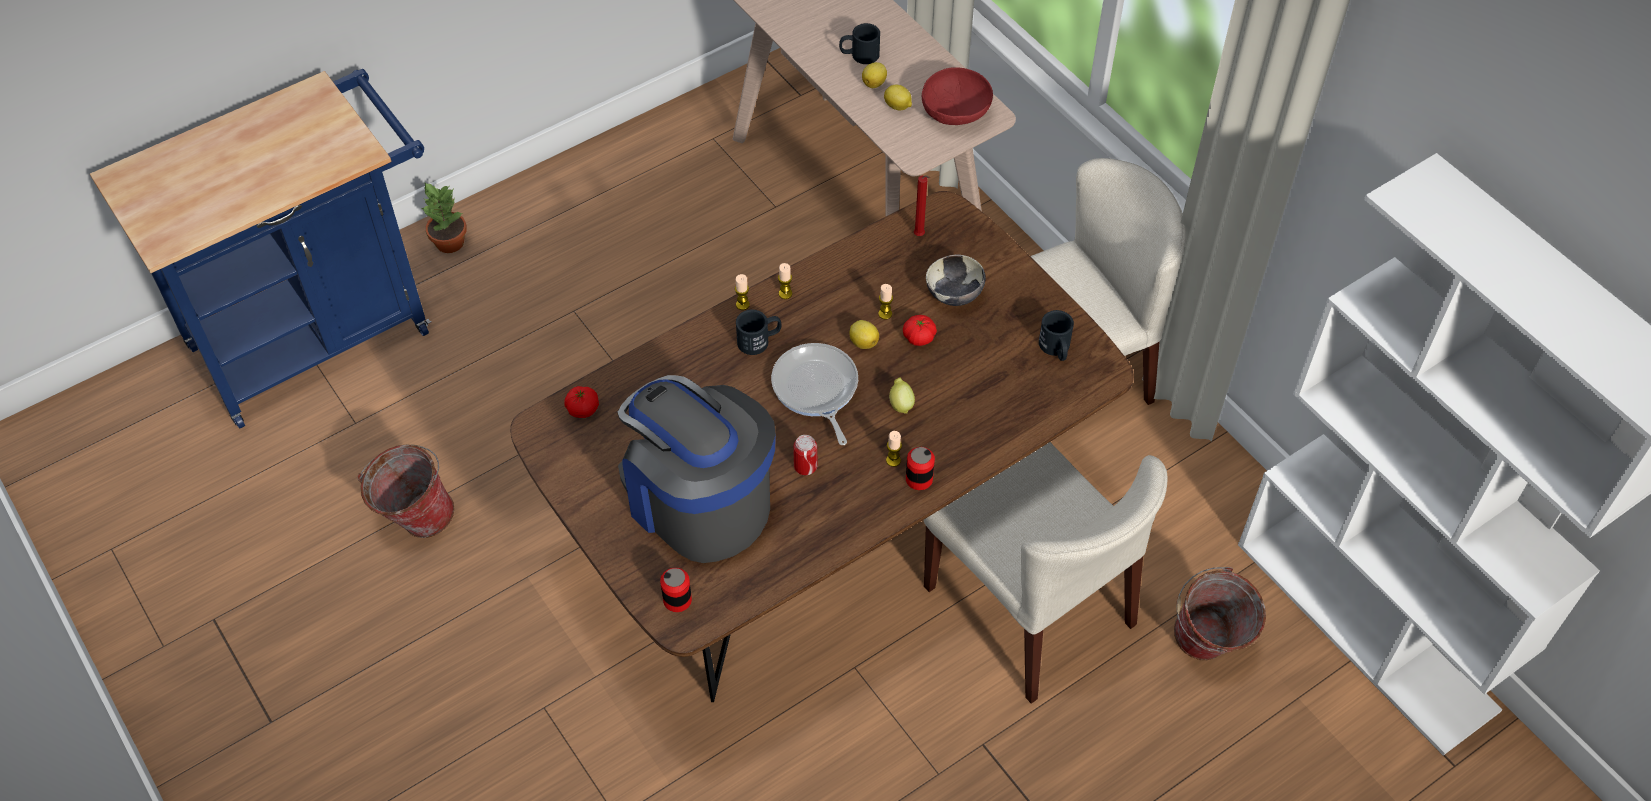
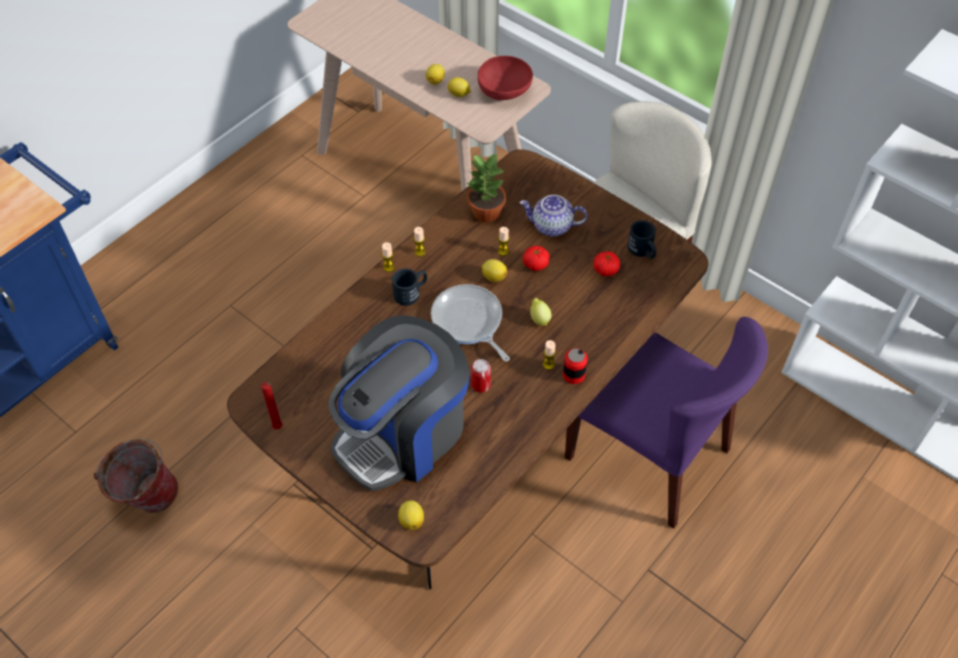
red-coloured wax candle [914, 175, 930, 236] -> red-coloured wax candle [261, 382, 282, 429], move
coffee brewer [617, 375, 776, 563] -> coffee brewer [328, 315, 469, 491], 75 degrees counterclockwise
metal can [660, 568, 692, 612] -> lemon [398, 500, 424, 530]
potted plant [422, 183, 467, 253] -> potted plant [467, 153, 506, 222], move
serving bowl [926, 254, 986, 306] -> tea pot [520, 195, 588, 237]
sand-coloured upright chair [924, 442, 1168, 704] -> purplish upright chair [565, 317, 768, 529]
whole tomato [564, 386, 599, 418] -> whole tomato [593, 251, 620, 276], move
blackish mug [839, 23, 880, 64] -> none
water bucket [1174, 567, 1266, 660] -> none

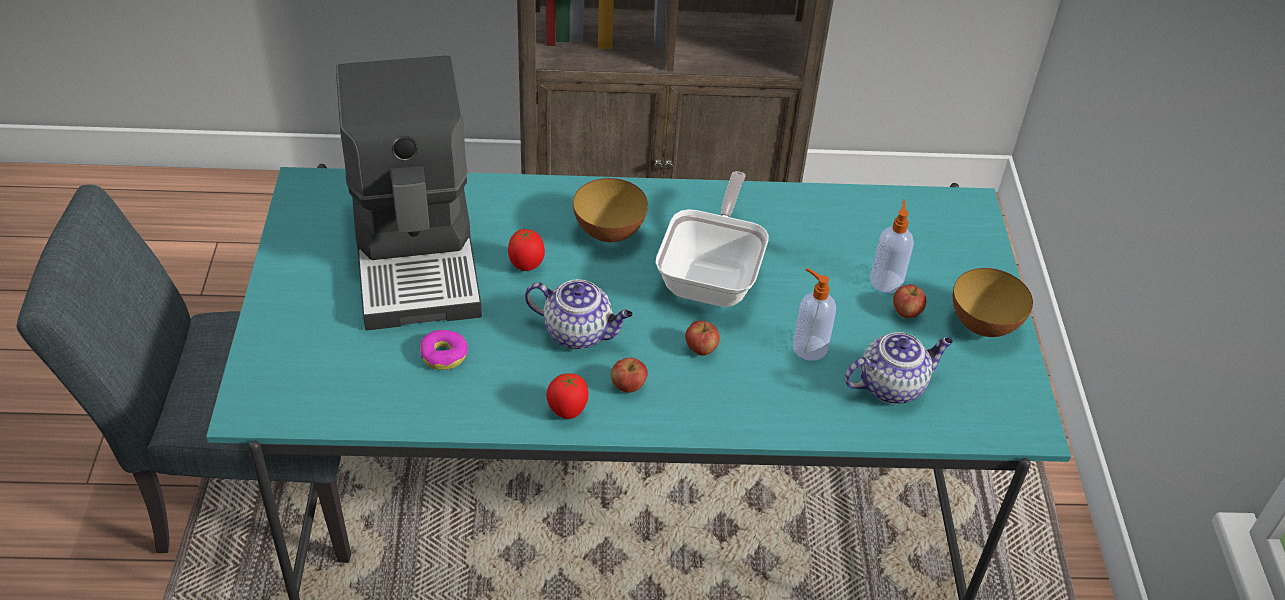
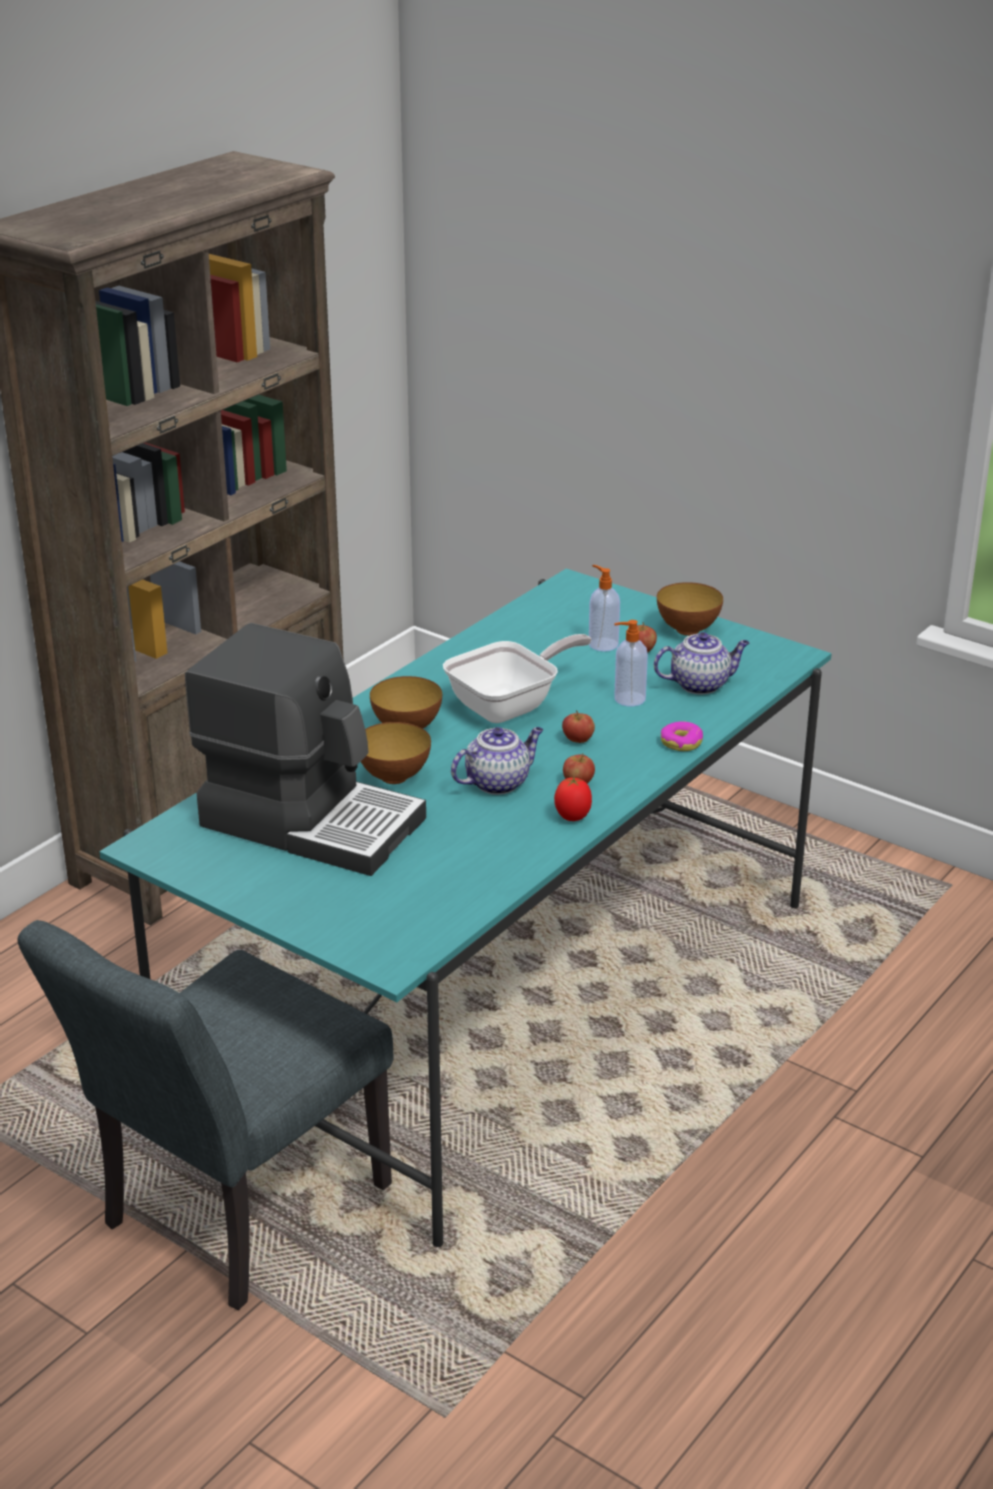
whole tomato [508, 228, 545, 271] -> serving bowl [361, 722, 431, 784]
frying pan [655, 171, 769, 307] -> frying pan [443, 634, 592, 723], 90 degrees clockwise
tea pot [844, 332, 953, 404] -> tea pot [654, 632, 750, 695], 60 degrees clockwise
doughnut [420, 330, 468, 370] -> doughnut [661, 721, 703, 751], move

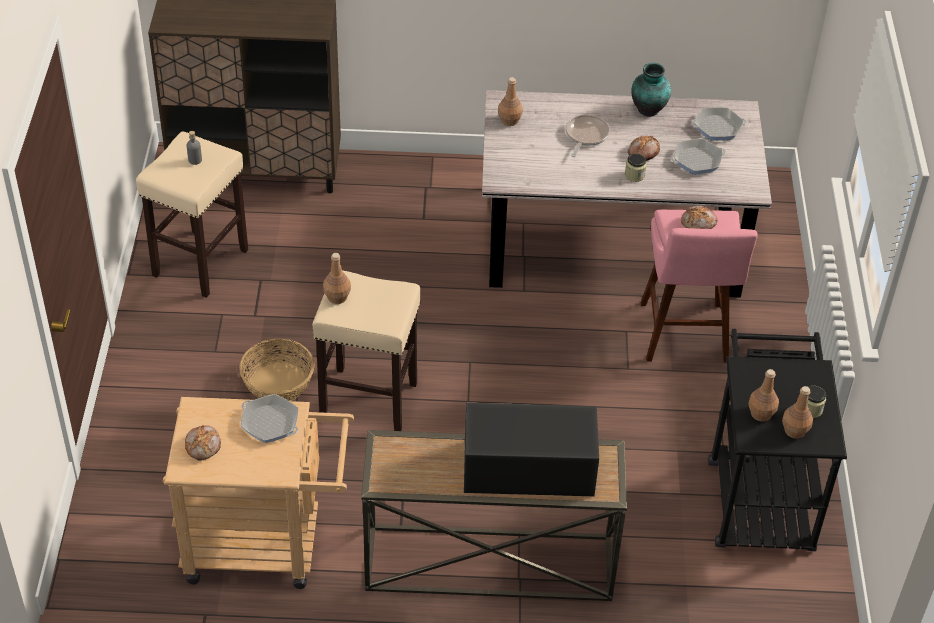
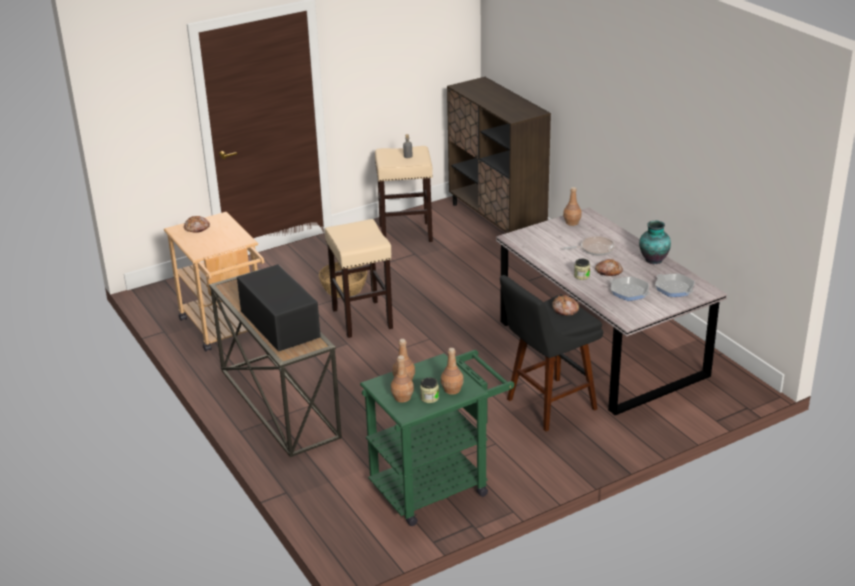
blackish trolley [708, 329, 847, 551] -> green-coloured trolley [360, 350, 514, 526]
brownish bottle [323, 253, 351, 304] -> brownish bottle [441, 348, 464, 395], move
pink stool [641, 210, 758, 363] -> blackish stool [500, 275, 603, 432]
frying pan [241, 394, 298, 443] -> none

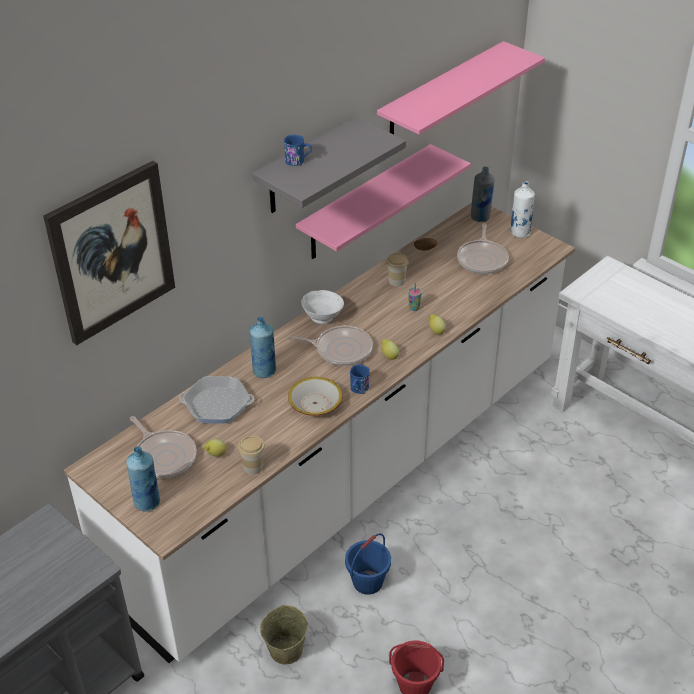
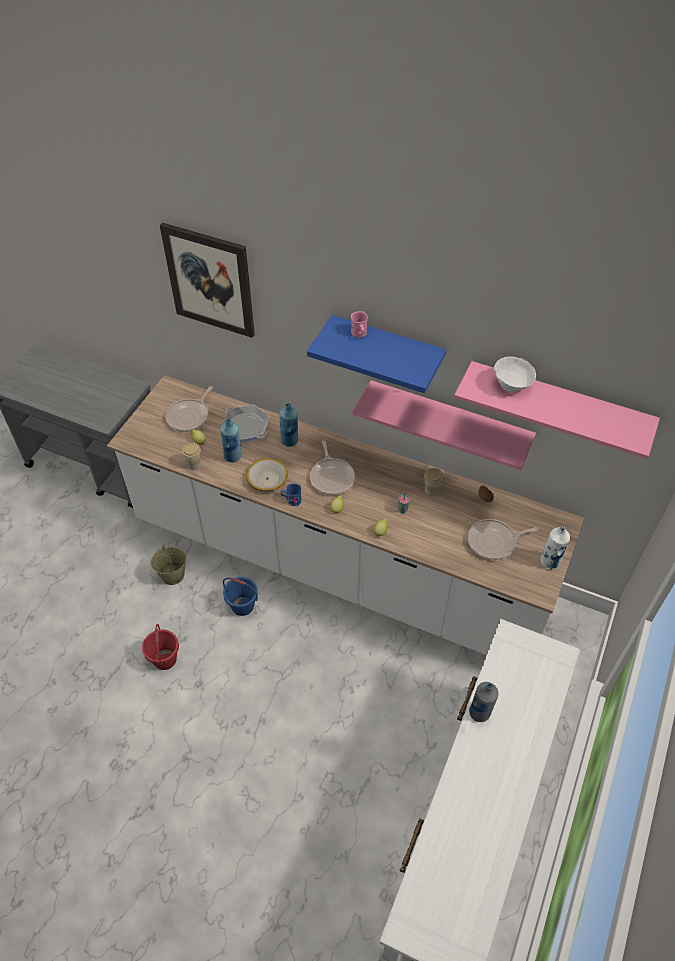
bluish bottle [126, 446, 160, 511] -> bluish bottle [220, 419, 242, 463], move
frying pan [179, 376, 254, 424] -> frying pan [222, 404, 270, 442], 150 degrees clockwise
gray bracket shelf [252, 117, 406, 213] -> bluish bracket shelf [307, 315, 446, 393]
bluish mug [284, 135, 312, 166] -> pink mug [351, 311, 368, 337]
gray bottle [471, 166, 495, 222] -> gray bottle [469, 682, 499, 722], move
white serving bowl [301, 290, 344, 324] -> white serving bowl [494, 356, 536, 392], move

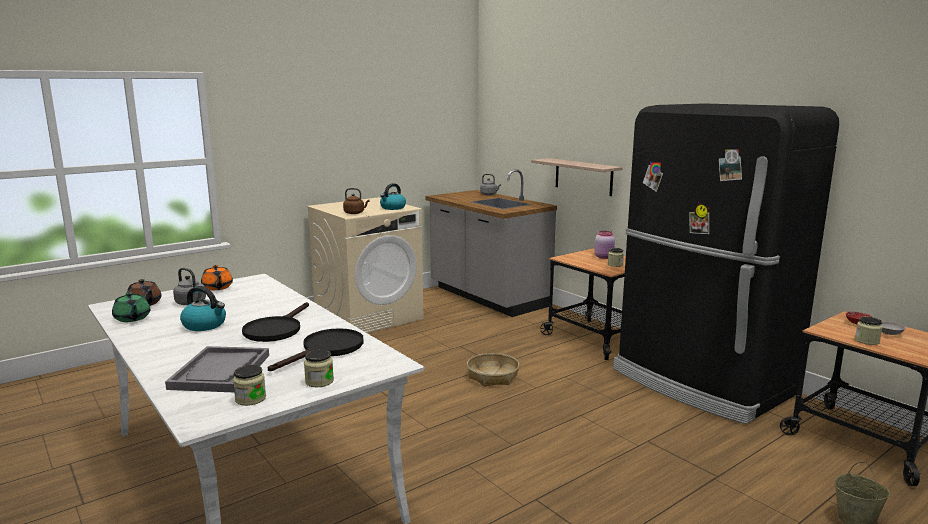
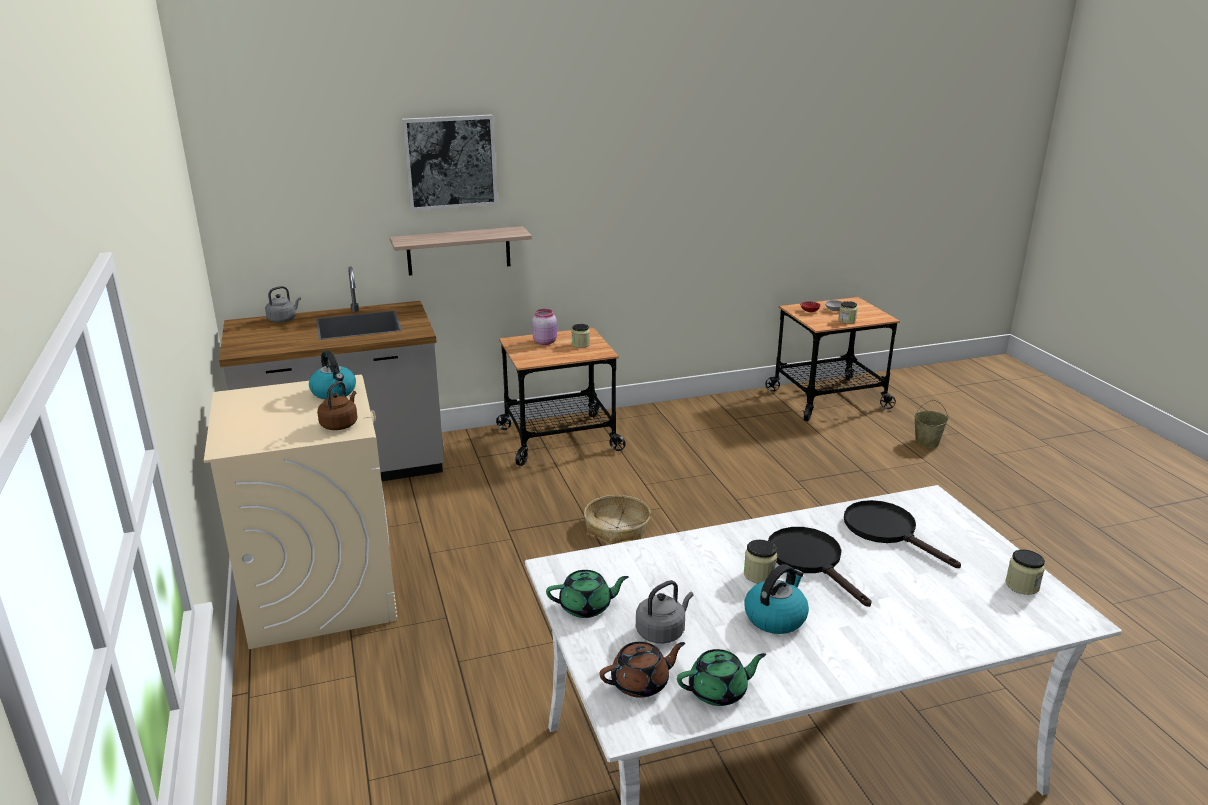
none -> wall picture [402, 115, 498, 211]
orange tea pot [201, 265, 233, 290] -> green-coloured tea pot [546, 570, 629, 618]
storage jar [304, 349, 334, 387] -> storage jar [744, 540, 777, 584], move
blackish frying pan [242, 302, 309, 342] -> blackish frying pan [768, 527, 871, 607], 150 degrees counterclockwise
gray carrying tray [165, 346, 269, 392] -> none
blackish fridge [613, 103, 839, 424] -> none

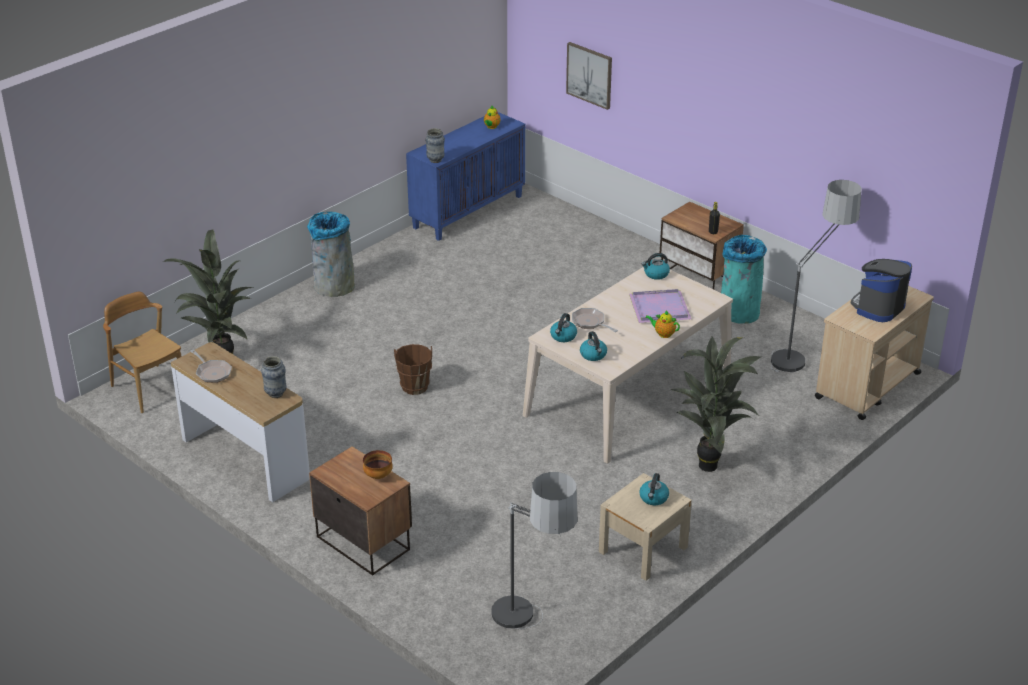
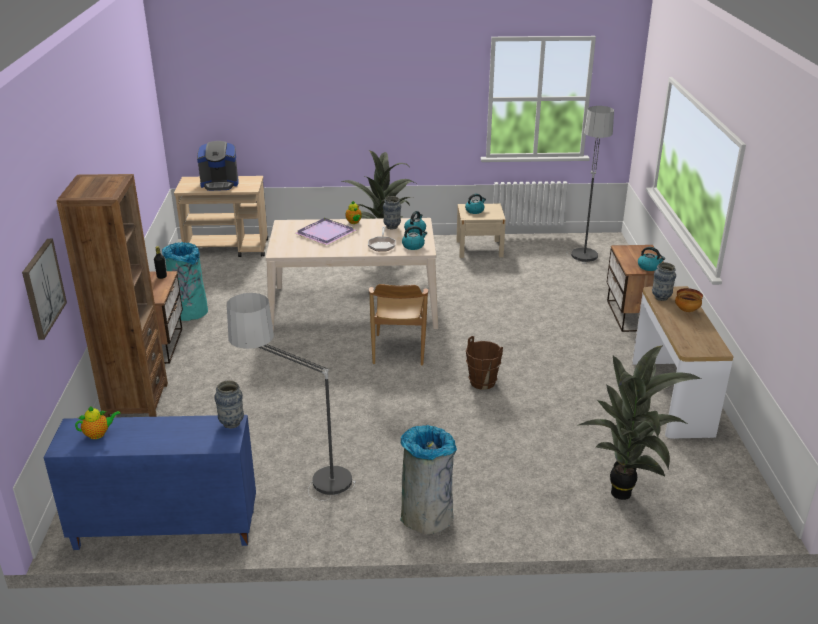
none -> brownish bookcase [56, 174, 168, 418]
standing lamp [771, 180, 862, 373] -> standing lamp [227, 293, 356, 501], move
brownish upright chair [103, 292, 182, 413] -> brownish upright chair [369, 284, 428, 366], move
none -> flower vase [383, 196, 401, 229]
kettle [642, 253, 670, 280] -> kettle [638, 247, 665, 271], move
serving bowl [363, 450, 393, 479] -> serving bowl [675, 288, 703, 312], move
frying pan [190, 349, 232, 383] -> none

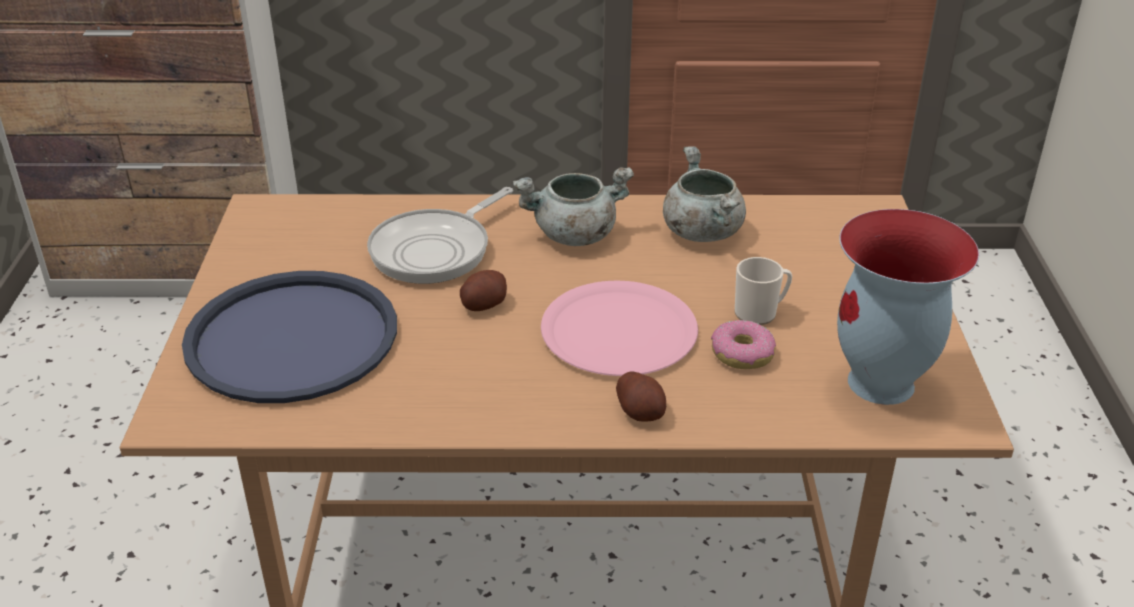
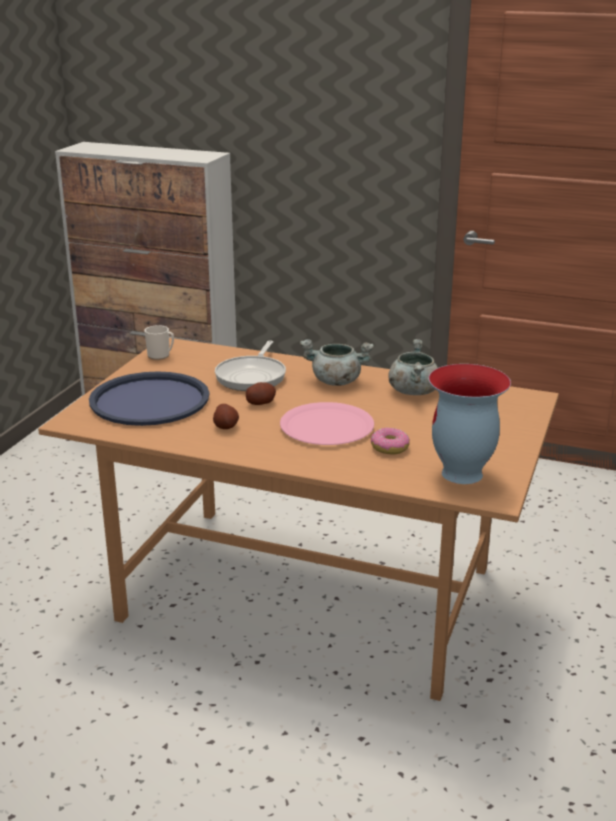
mug [735, 257, 792, 325] -> mug [144, 325, 174, 360], move
spud [616, 371, 666, 422] -> spud [213, 404, 239, 429], move
frying pan [367, 187, 513, 284] -> frying pan [215, 340, 286, 391], 45 degrees counterclockwise

